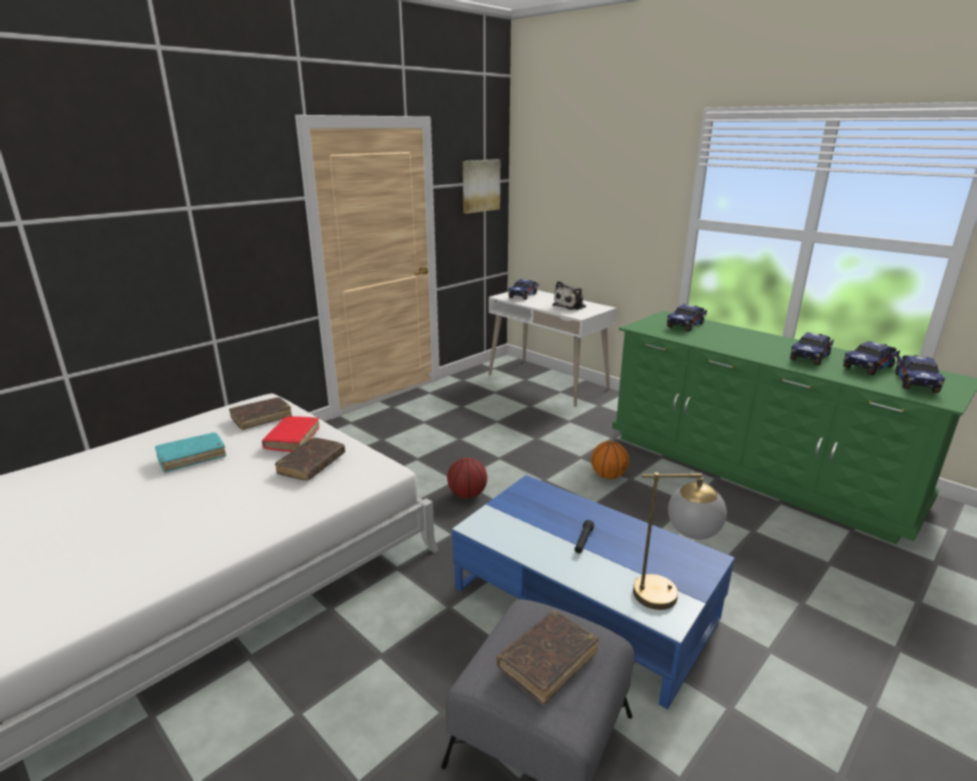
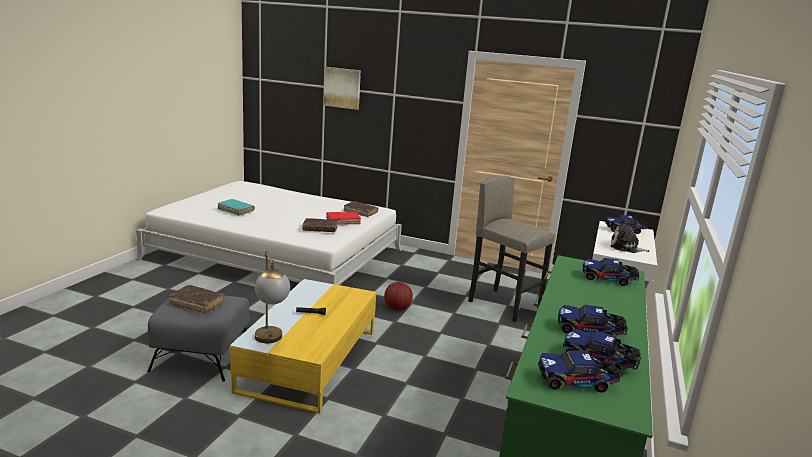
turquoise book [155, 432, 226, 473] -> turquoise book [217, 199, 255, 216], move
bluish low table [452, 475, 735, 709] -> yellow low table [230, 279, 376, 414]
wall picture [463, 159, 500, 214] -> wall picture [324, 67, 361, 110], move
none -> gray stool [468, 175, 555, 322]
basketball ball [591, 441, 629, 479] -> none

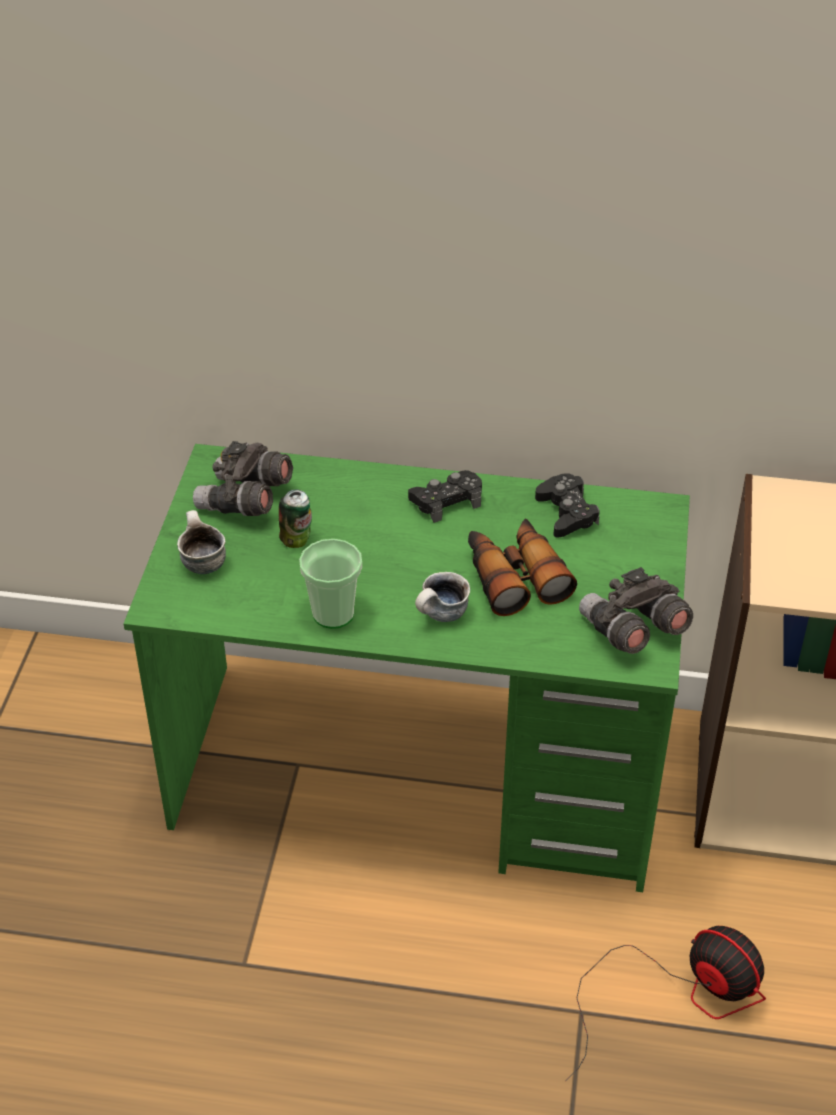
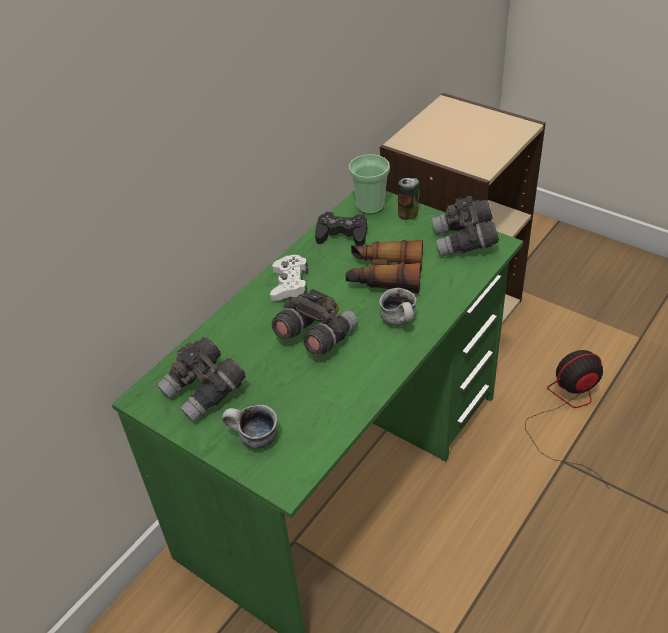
blackish gamepad [408, 470, 482, 523] -> white gamepad [270, 255, 308, 301]
none -> gray field glasses [272, 289, 358, 355]
cup [299, 539, 362, 629] -> cup [349, 154, 390, 215], move
metal can [279, 489, 312, 548] -> metal can [398, 178, 420, 220], move

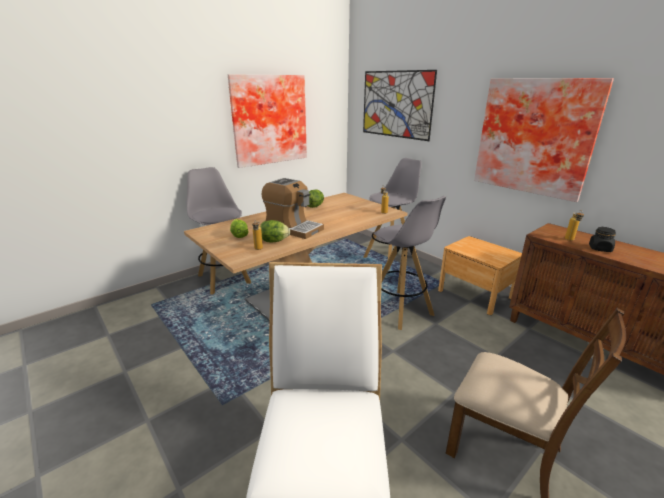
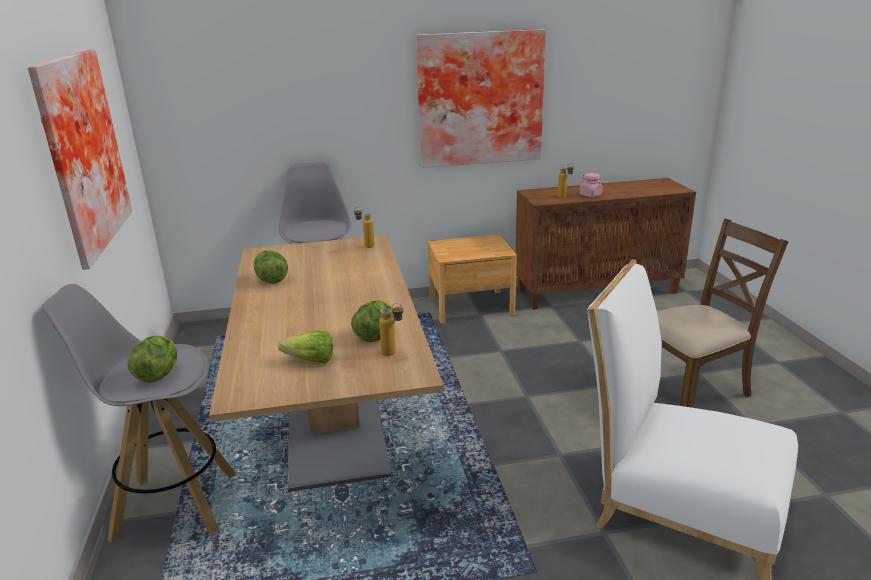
none -> head of lettuce [127, 335, 177, 383]
blackish storage jar [589, 227, 616, 252] -> pink storage jar [580, 173, 603, 197]
coffee brewer [262, 178, 324, 239] -> none
wall picture [363, 70, 437, 141] -> none
gray stool [374, 196, 446, 330] -> none

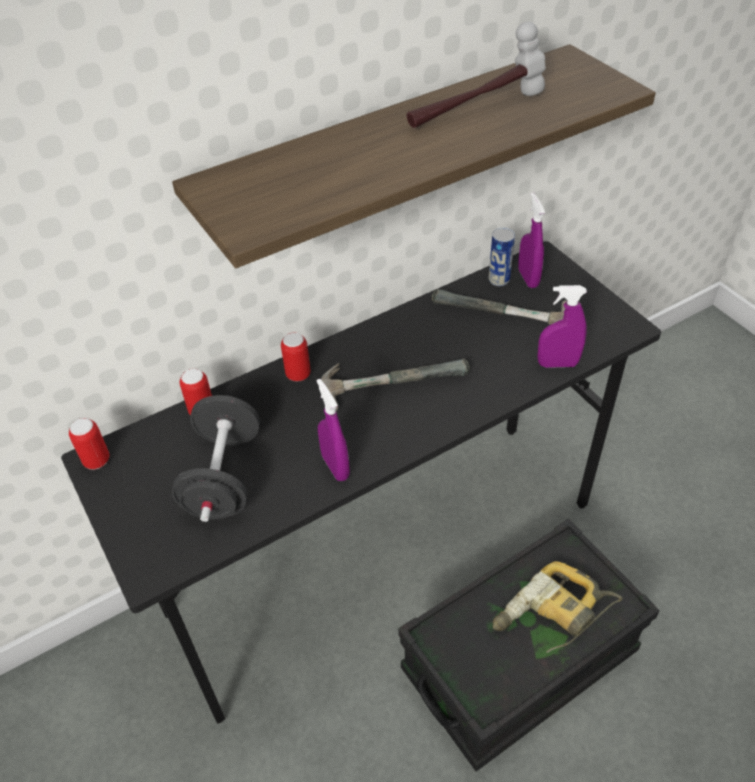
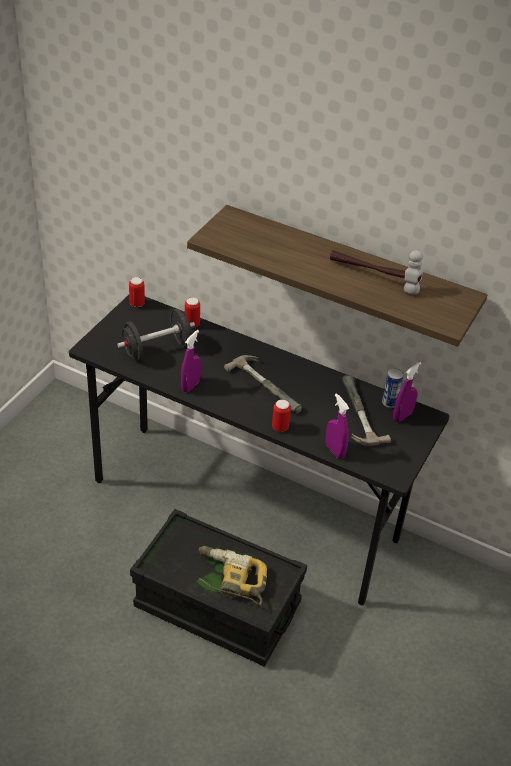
metal can [281, 333, 311, 381] -> metal can [272, 399, 291, 432], move

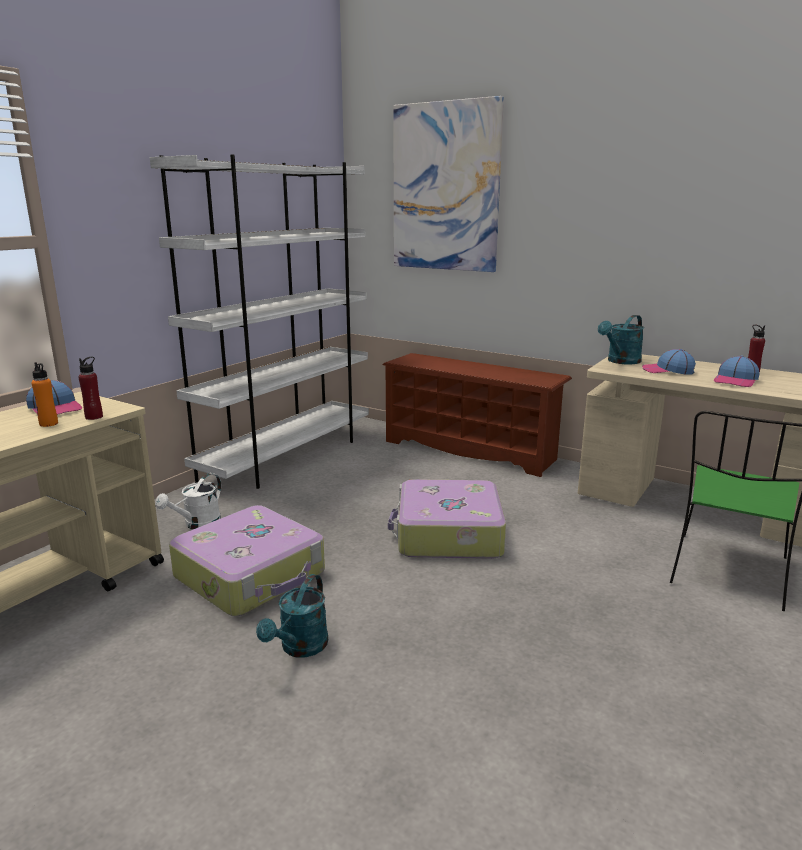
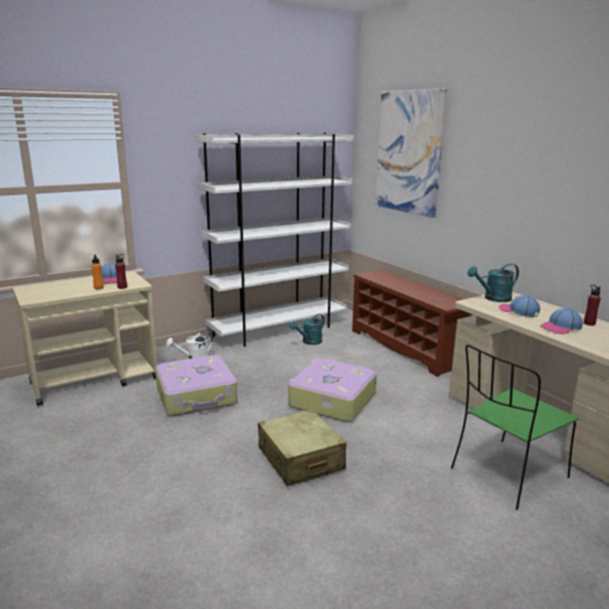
none -> sand-coloured travel case [258, 409, 346, 486]
turquoise watering pot [256, 574, 328, 657] -> turquoise watering pot [290, 314, 324, 345], move

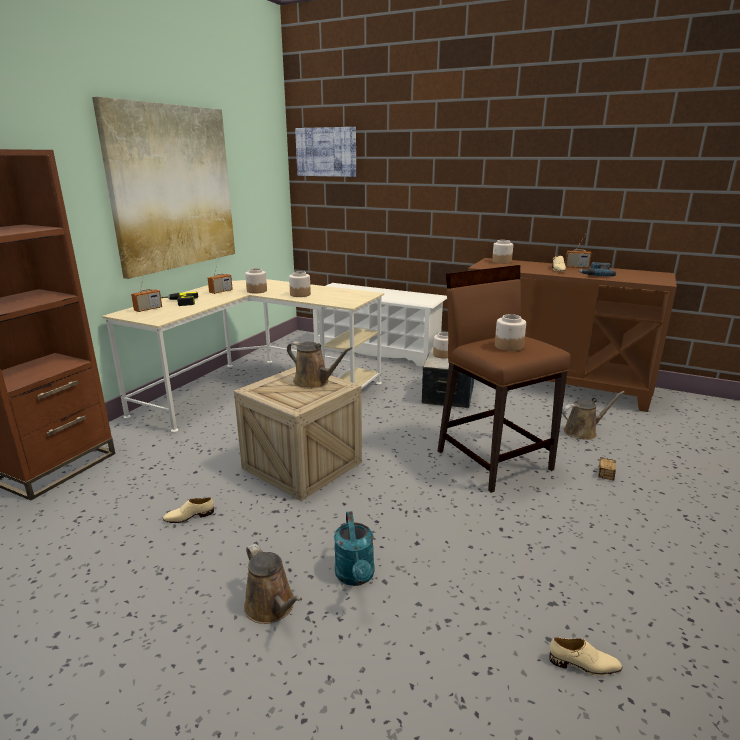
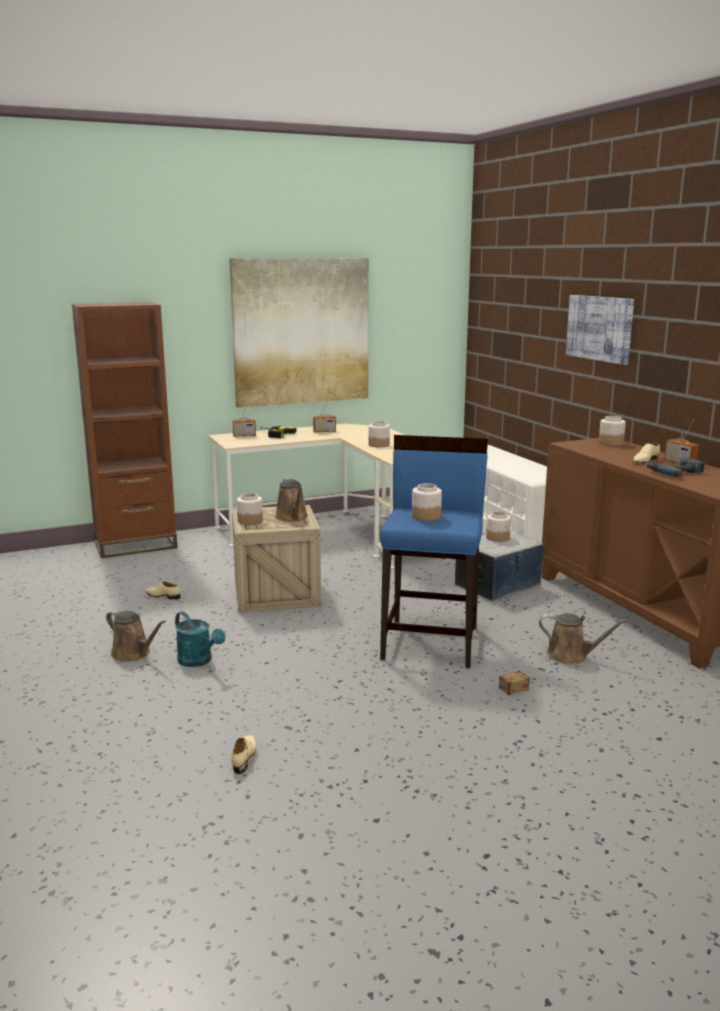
brownish watering pot [244, 544, 302, 624] -> brownish watering pot [106, 610, 166, 662], 60 degrees counterclockwise
turquoise watering pot [334, 511, 374, 586] -> turquoise watering pot [175, 612, 225, 667], 75 degrees counterclockwise
sand-coloured low shoe [549, 637, 622, 676] -> sand-coloured low shoe [231, 735, 256, 774], 135 degrees counterclockwise
storage jar [245, 268, 267, 293] -> storage jar [237, 493, 263, 525], move
brownish stool [438, 265, 571, 493] -> bluish stool [380, 435, 488, 668]
wall picture [295, 127, 356, 177] -> wall picture [566, 295, 634, 365], move

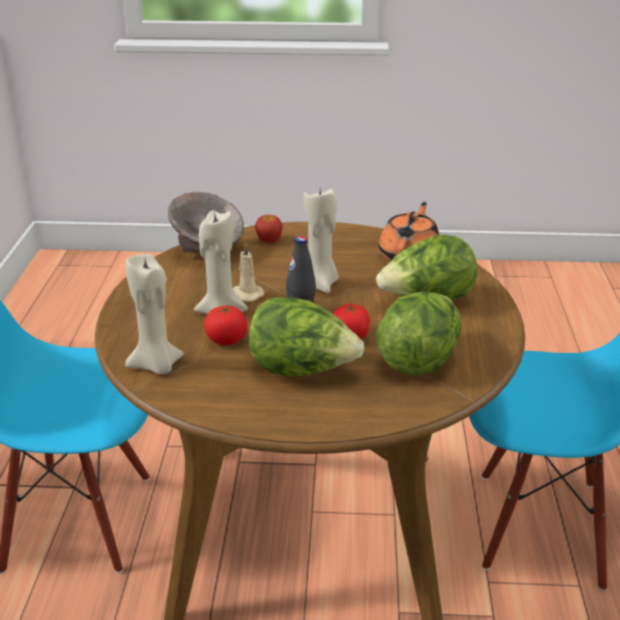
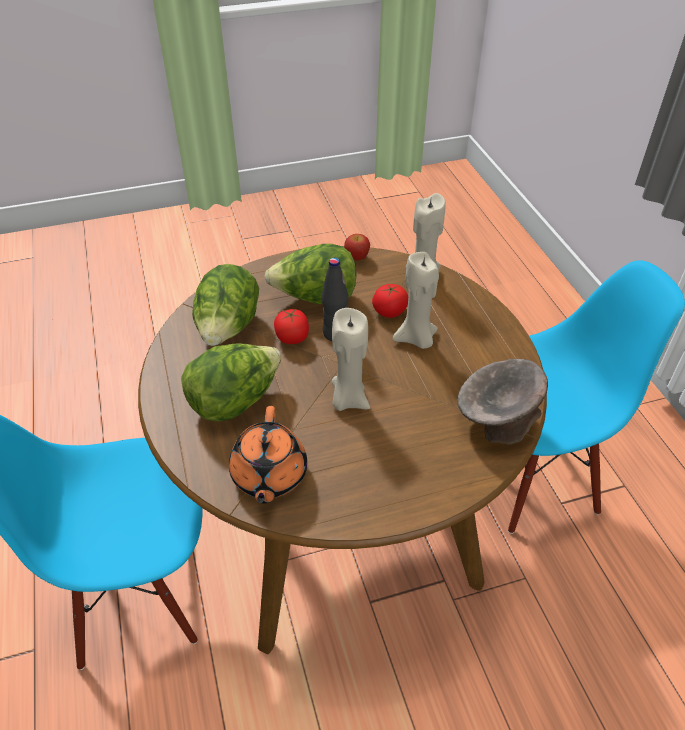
apple [255, 215, 283, 243] -> apple [344, 234, 370, 261], move
sand-coloured wax candle [233, 243, 264, 302] -> none

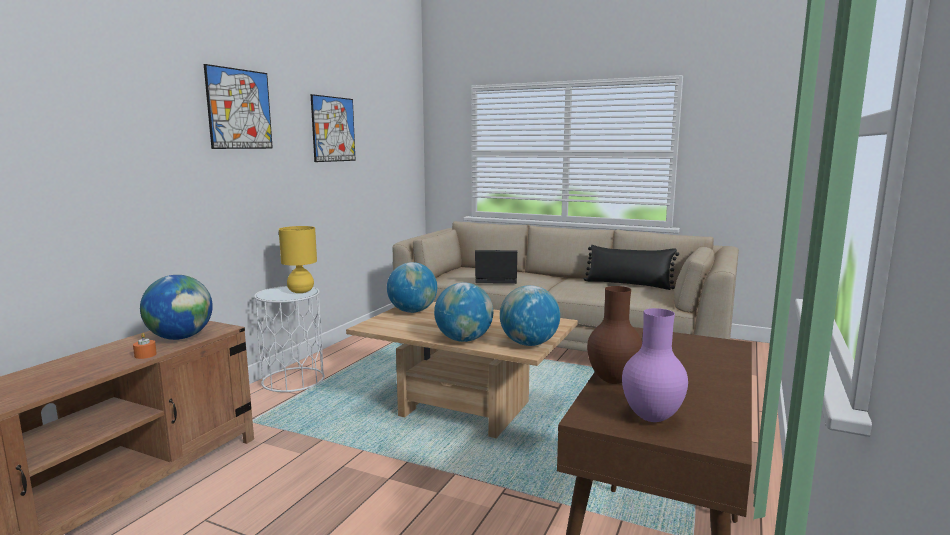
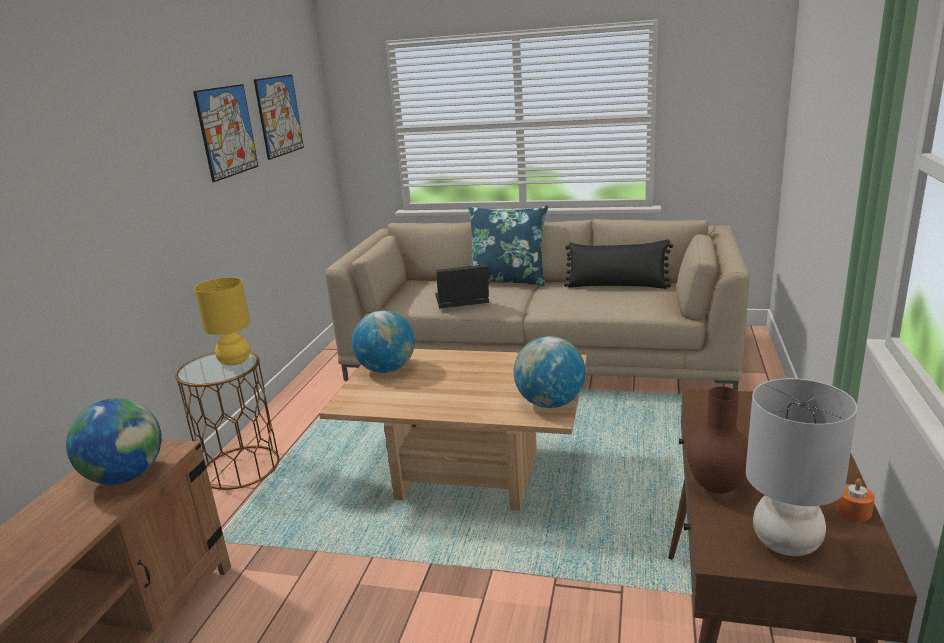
white side table [254, 286, 325, 392] -> brownish side table [175, 352, 279, 490]
wall picture [204, 64, 273, 149] -> wall picture [254, 75, 304, 160], move
none -> bluish cushion [468, 206, 548, 286]
purplish flower vase [622, 308, 688, 422] -> gray tabletop lamp [746, 378, 857, 556]
orange wax candle [133, 333, 157, 359] -> orange wax candle [836, 479, 875, 521], move
desk globe [434, 282, 493, 342] -> none

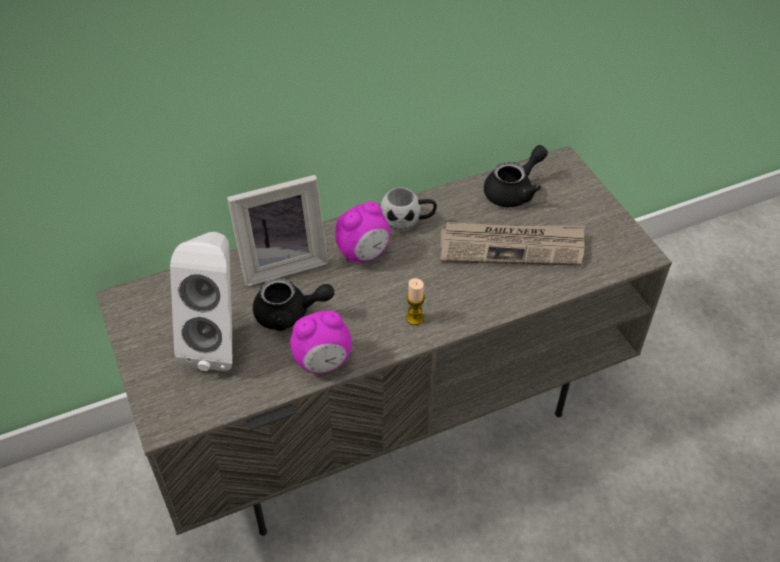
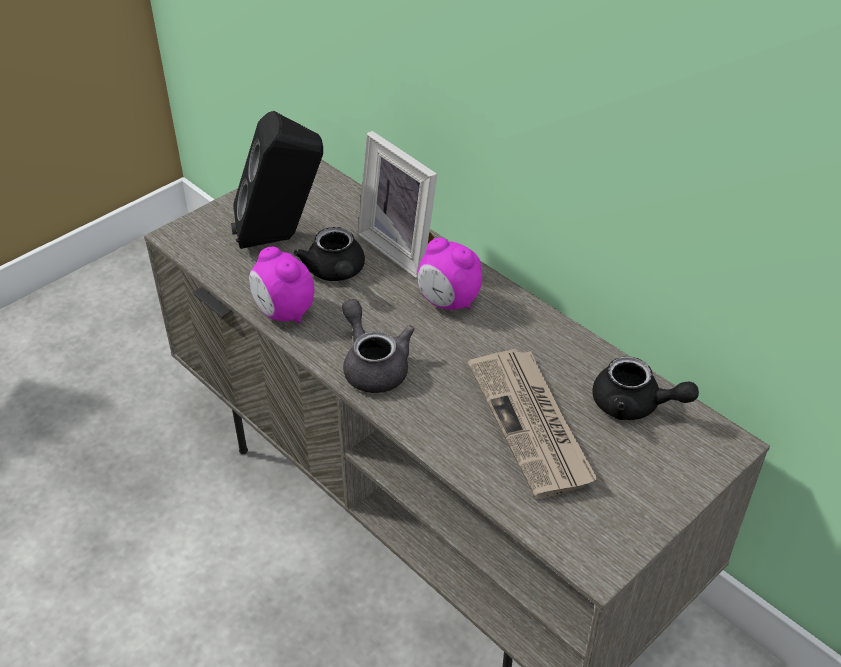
white speaker [170, 232, 232, 371] -> blackish speaker [231, 111, 323, 249]
wax candle [406, 278, 425, 325] -> gray tea pot [342, 299, 414, 393]
white mug [381, 187, 437, 231] -> none

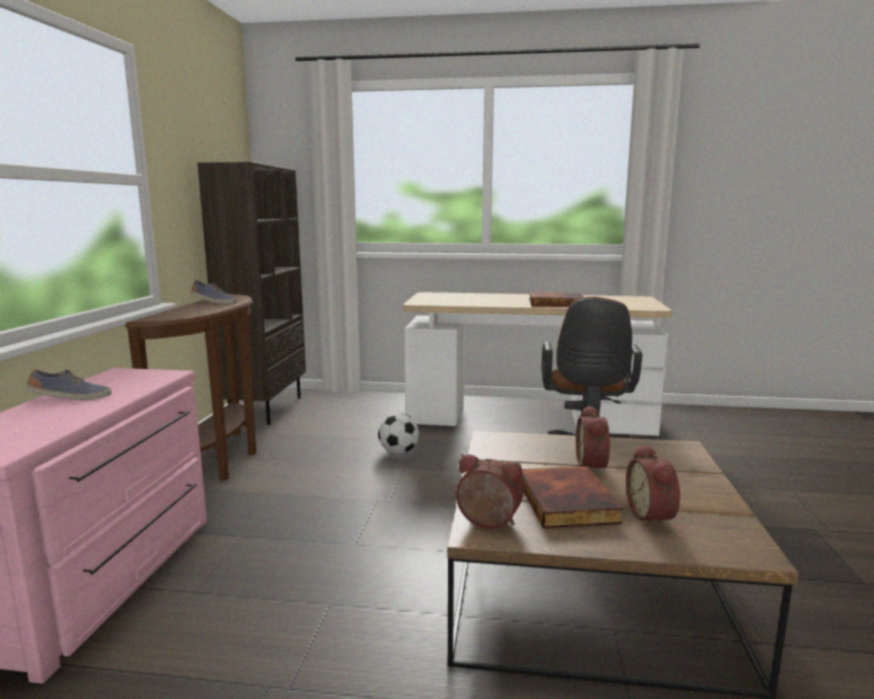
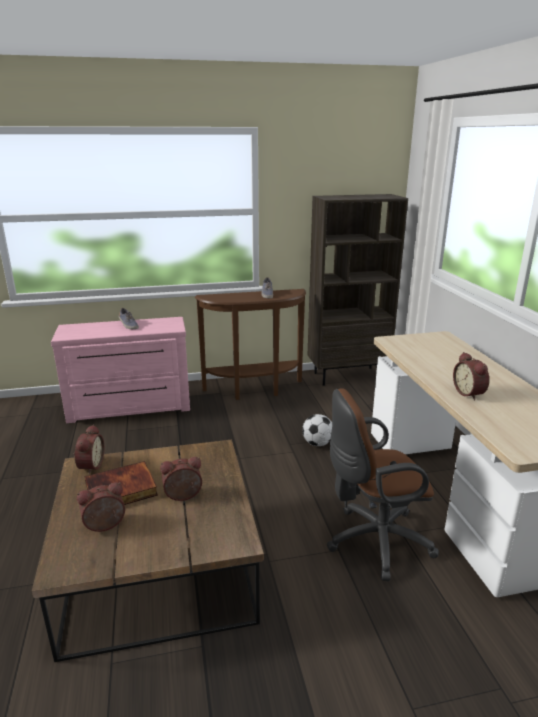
book [529, 292, 584, 307] -> table clock [453, 352, 489, 400]

